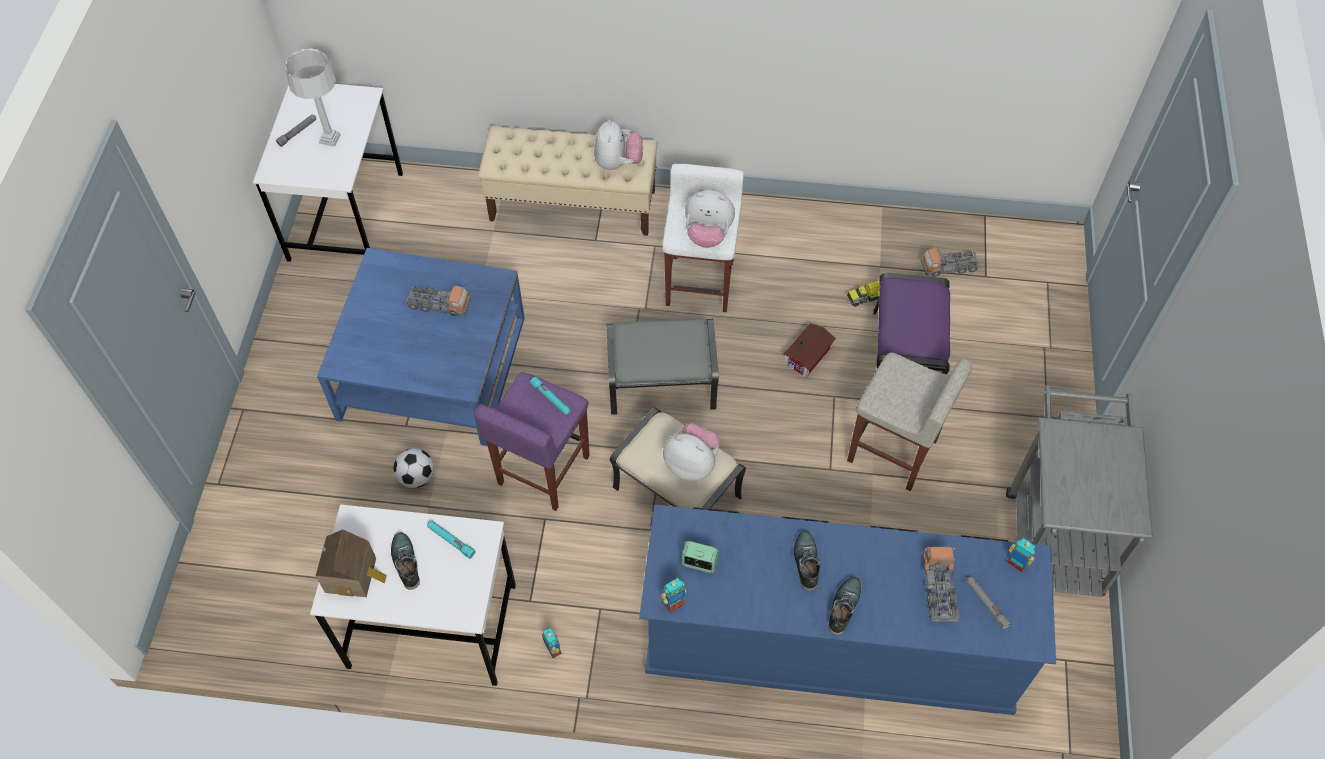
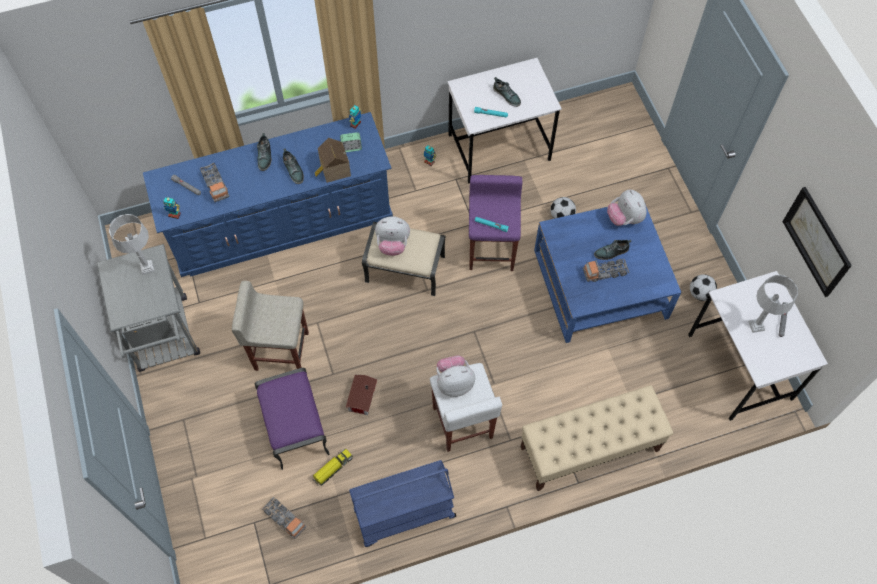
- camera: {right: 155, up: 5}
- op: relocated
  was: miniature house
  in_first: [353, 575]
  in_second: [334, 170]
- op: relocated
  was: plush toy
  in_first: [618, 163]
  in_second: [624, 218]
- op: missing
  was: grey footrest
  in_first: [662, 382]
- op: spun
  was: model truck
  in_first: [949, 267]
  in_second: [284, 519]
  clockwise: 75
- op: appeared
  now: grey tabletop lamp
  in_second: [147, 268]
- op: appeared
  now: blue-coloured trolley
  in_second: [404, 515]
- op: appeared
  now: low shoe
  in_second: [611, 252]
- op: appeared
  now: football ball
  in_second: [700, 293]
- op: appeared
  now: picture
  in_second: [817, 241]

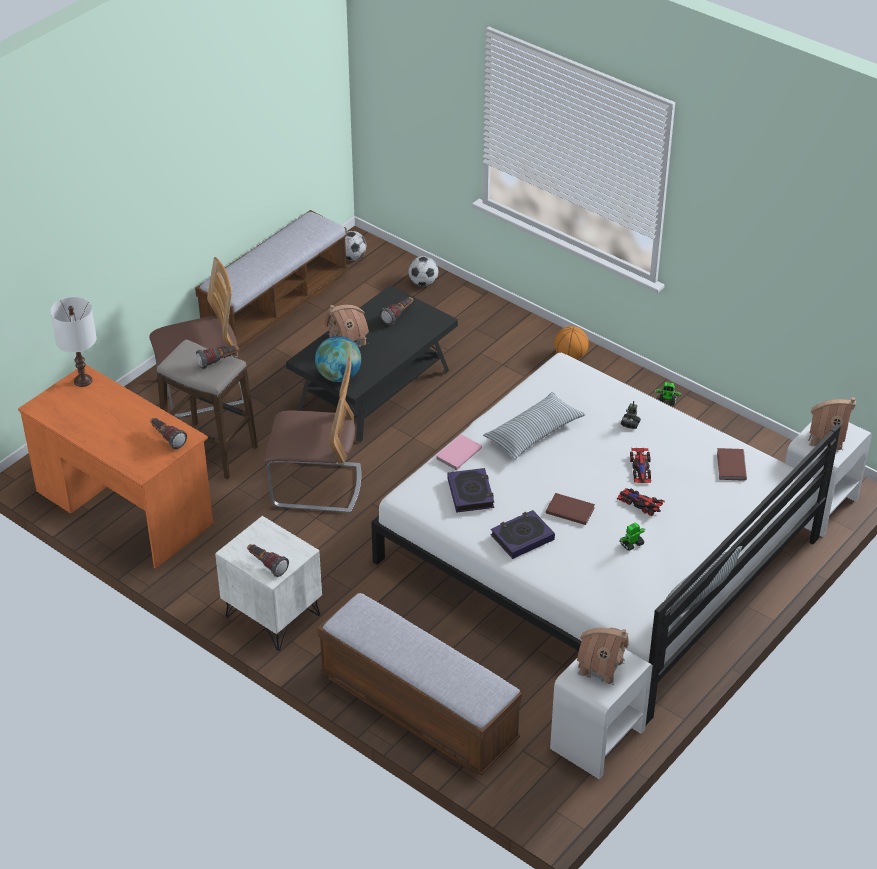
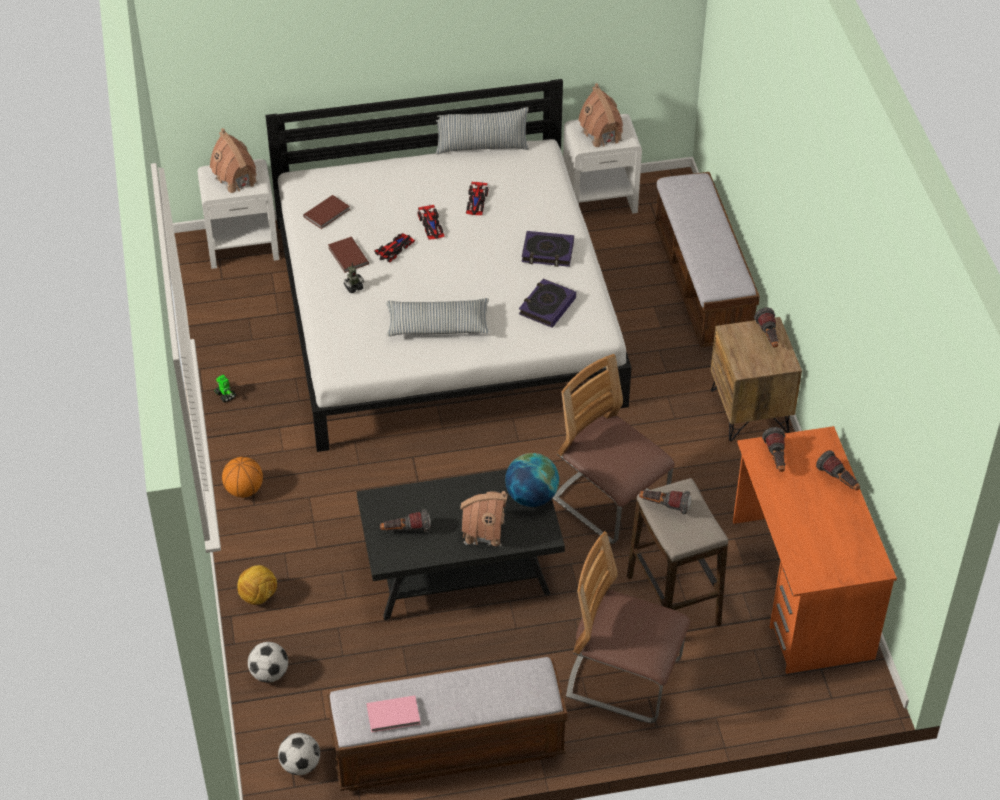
- camera: {right: -140, up: 5}
- op: missing
  was: white-coloured tabletop lamp
  in_first: [83, 380]
- op: colour
  was: white-coloured night table
  now: brown night table
  in_first: [272, 616]
  in_second: [750, 411]
- op: relocated
  was: pinkish volume
  in_first: [457, 453]
  in_second: [394, 716]
- op: relocated
  was: brown volume
  in_first: [570, 510]
  in_second: [347, 256]
- op: exchanged
  was: robot figure
  now: miniature car
  in_first: [631, 544]
  in_second: [476, 201]
- op: appeared
  now: football ball
  in_second: [259, 596]
- op: appeared
  now: hand torch
  in_second: [838, 480]

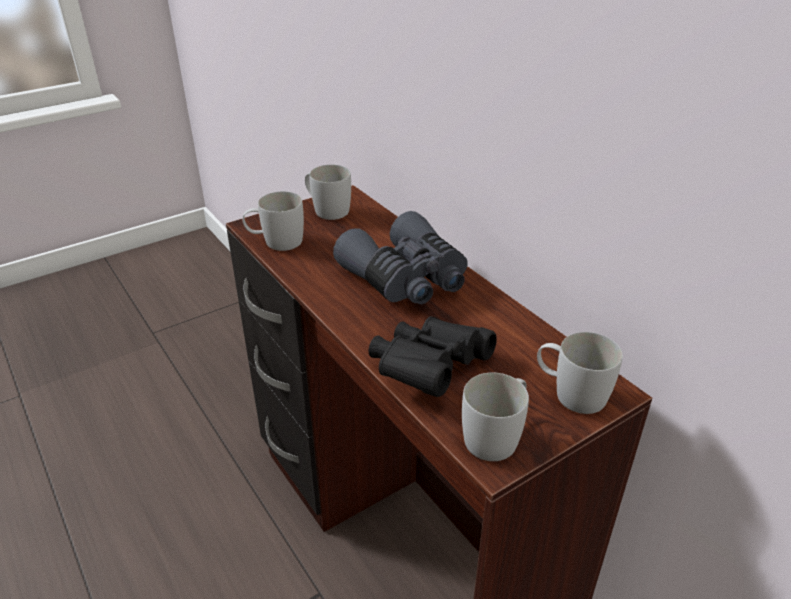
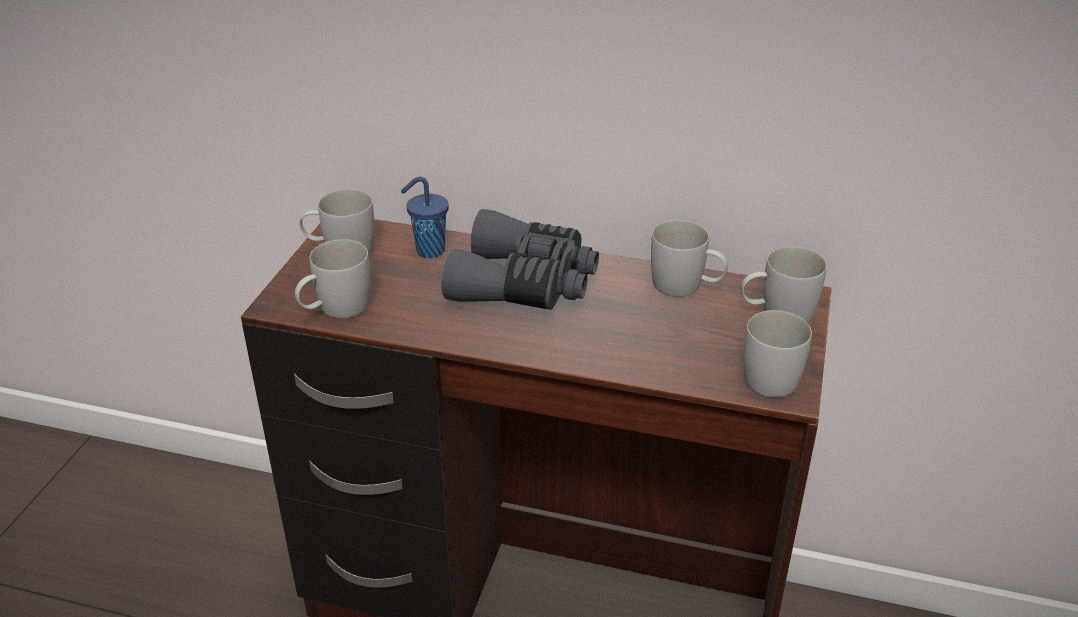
- camera: {right: -40, up: 0}
- op: missing
  was: black-coloured pair of binoculars
  in_first: [428, 370]
- op: appeared
  now: blue-coloured cup
  in_second: [428, 251]
- op: appeared
  now: white-coloured mug
  in_second: [686, 287]

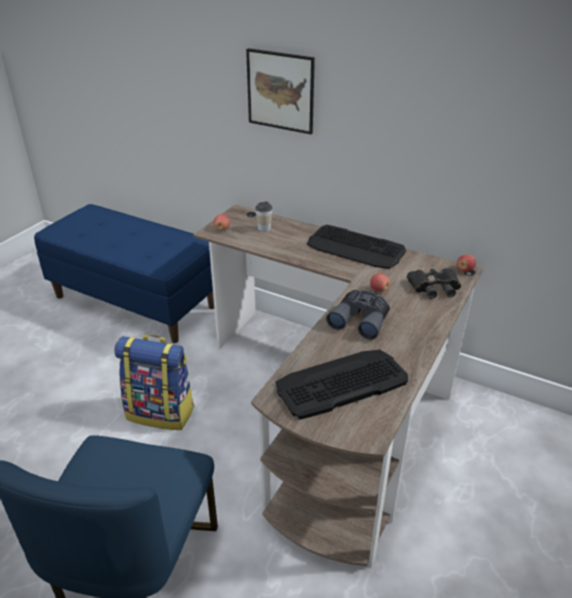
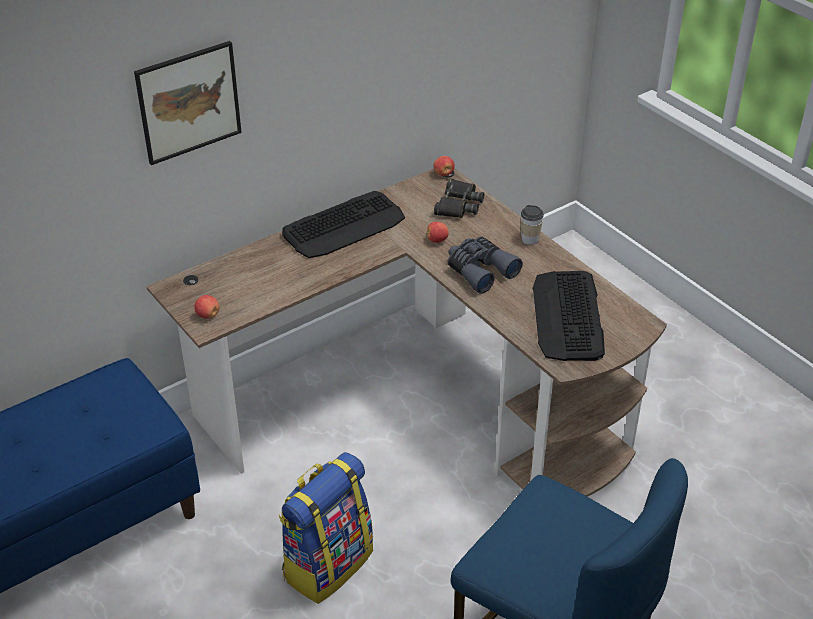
- camera: {right: -65, up: 5}
- op: relocated
  was: cup
  in_first: [264, 228]
  in_second: [530, 239]

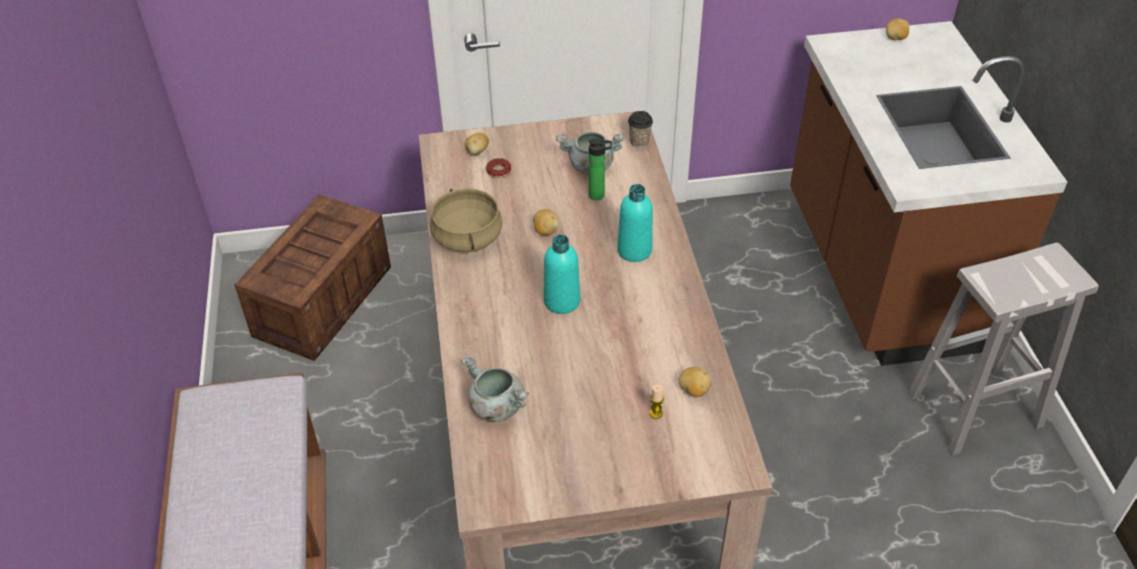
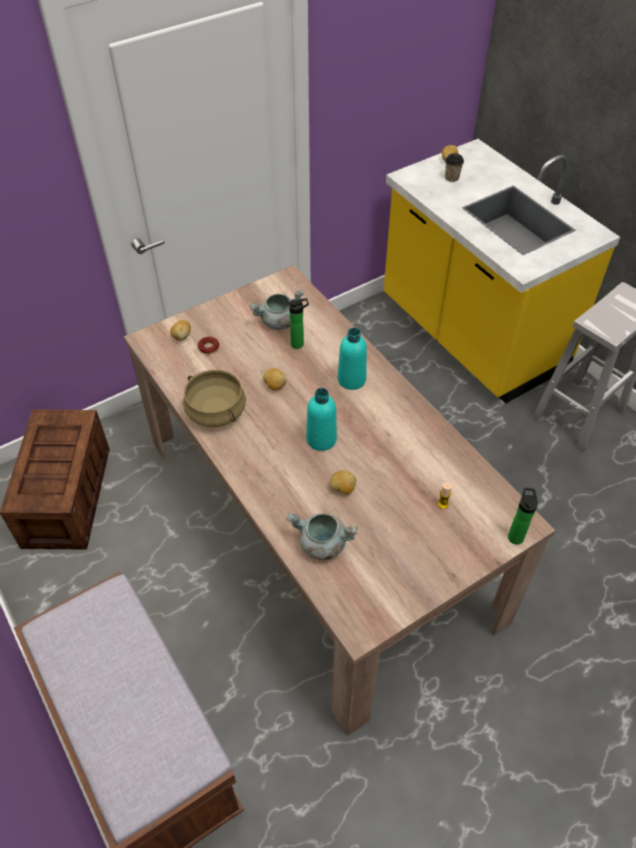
- camera: {right: -25, up: 5}
- op: relocated
  was: cup
  in_first: [639, 142]
  in_second: [452, 178]
- op: relocated
  was: spud
  in_first: [693, 390]
  in_second: [343, 488]
- op: colour
  was: brown counter
  now: yellow counter
  in_first: [880, 273]
  in_second: [470, 336]
- op: appeared
  now: beverage bottle
  in_second: [515, 535]

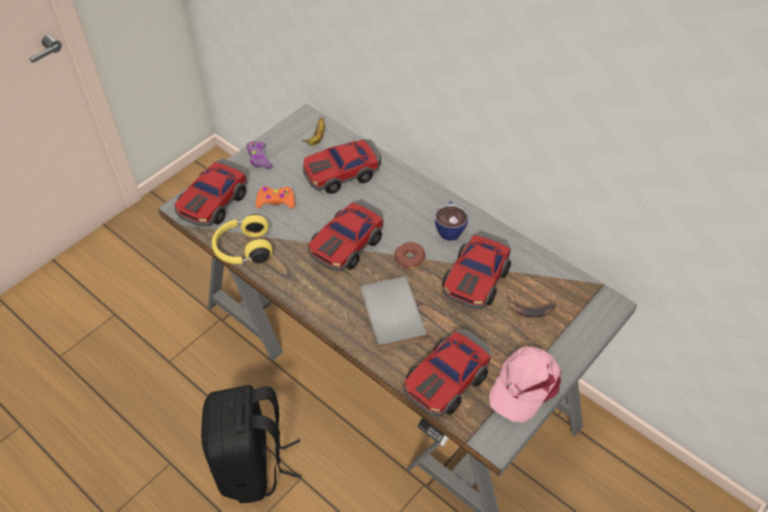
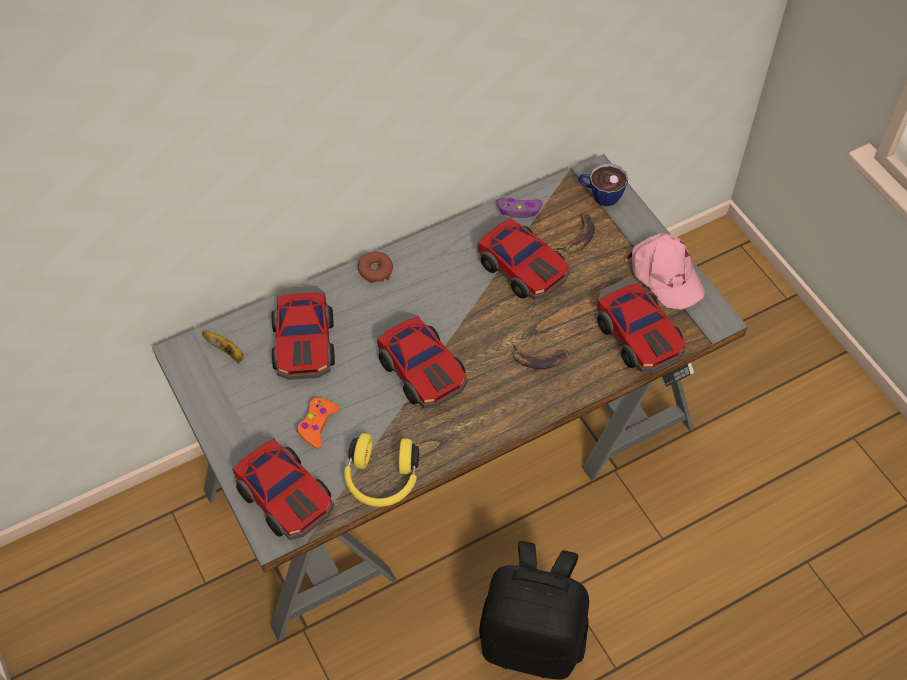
- camera: {right: -70, up: 5}
- op: relocated
  was: purple-coloured game controller
  in_first: [259, 158]
  in_second: [519, 210]
- op: exchanged
  was: grey volume
  now: banana fruit
  in_first: [390, 315]
  in_second: [539, 359]
- op: relocated
  was: doughnut
  in_first: [409, 259]
  in_second: [375, 271]
- op: relocated
  was: cup
  in_first: [449, 228]
  in_second: [600, 195]

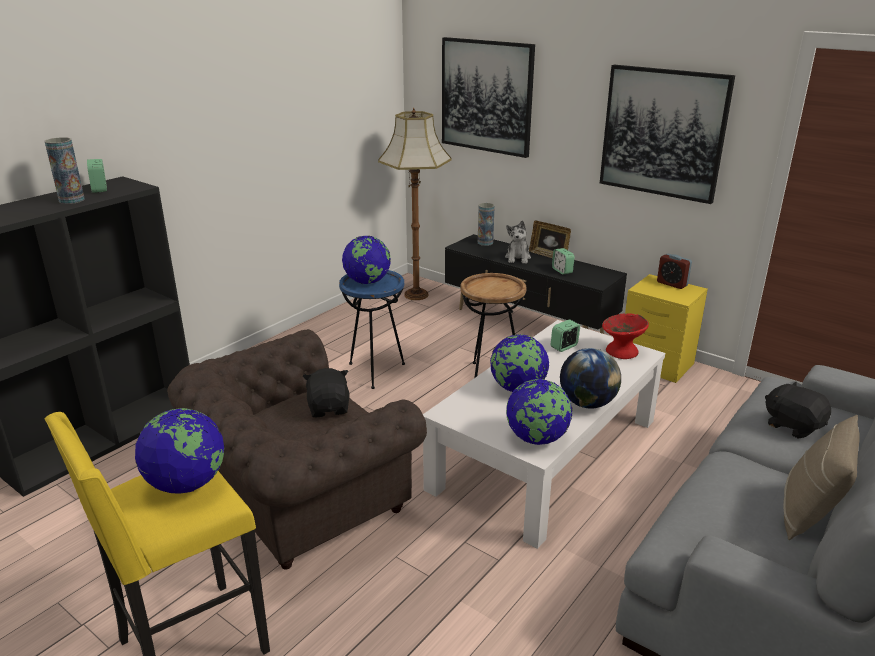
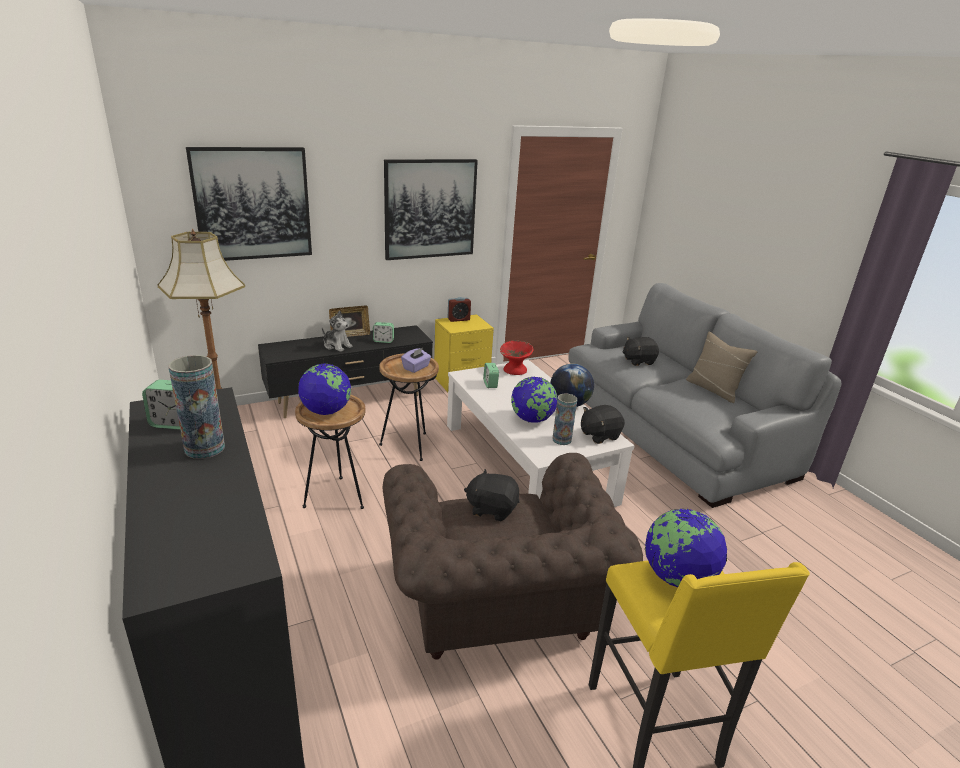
- camera: {right: -65, up: 0}
- op: colour
  was: blue-coloured accent table
  now: brown accent table
  in_first: [375, 371]
  in_second: [336, 497]
- op: relocated
  was: flower vase
  in_first: [485, 243]
  in_second: [561, 440]
- op: exchanged
  was: globe
  now: black-coloured plush toy
  in_first: [537, 439]
  in_second: [599, 435]
- op: appeared
  now: purple-coloured box of tissues
  in_second: [416, 367]

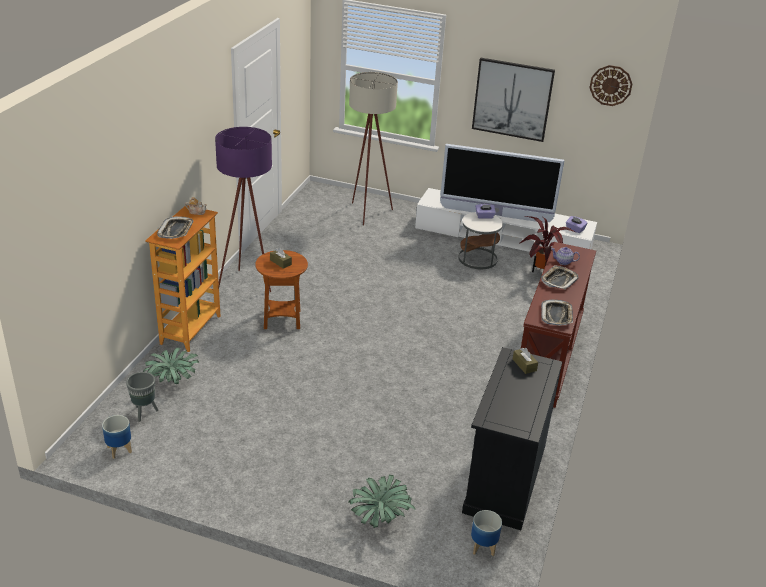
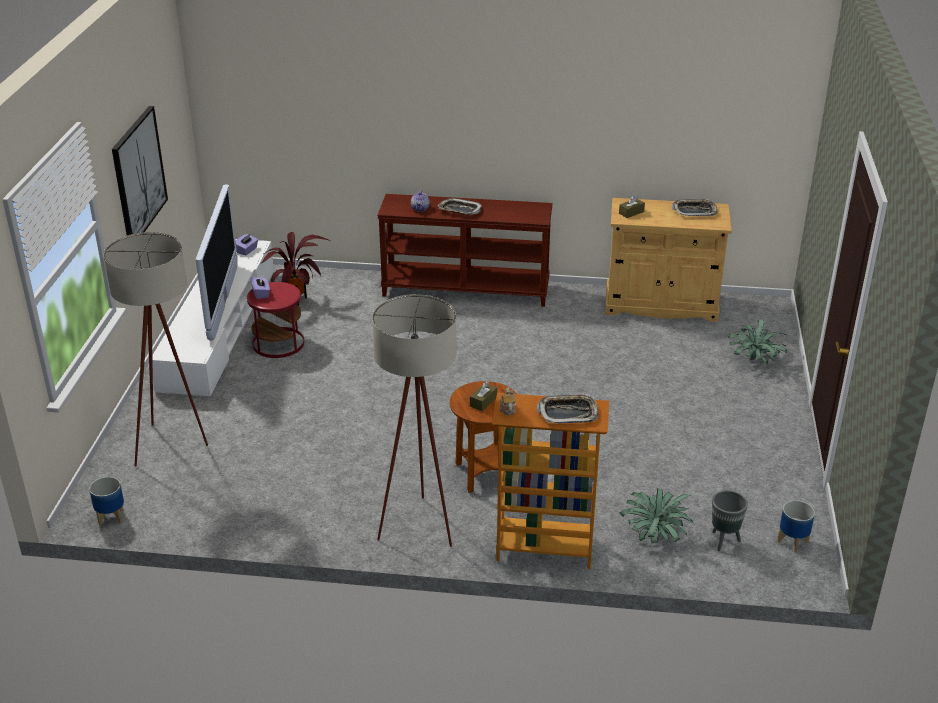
- camera: {right: -100, up: 0}
- op: colour
  was: purple-coloured standard lamp
  now: beige standard lamp
  in_first: [248, 287]
  in_second: [419, 521]
- op: colour
  was: white-coloured accent table
  now: reddish accent table
  in_first: [478, 259]
  in_second: [278, 343]
- op: colour
  was: black-coloured cabinet
  now: beige cabinet
  in_first: [504, 478]
  in_second: [661, 304]
- op: relocated
  was: plant pot
  in_first: [483, 546]
  in_second: [111, 517]
- op: relocated
  was: carrying tray
  in_first: [556, 315]
  in_second: [694, 211]
- op: missing
  was: clock on the wall
  in_first: [610, 85]

